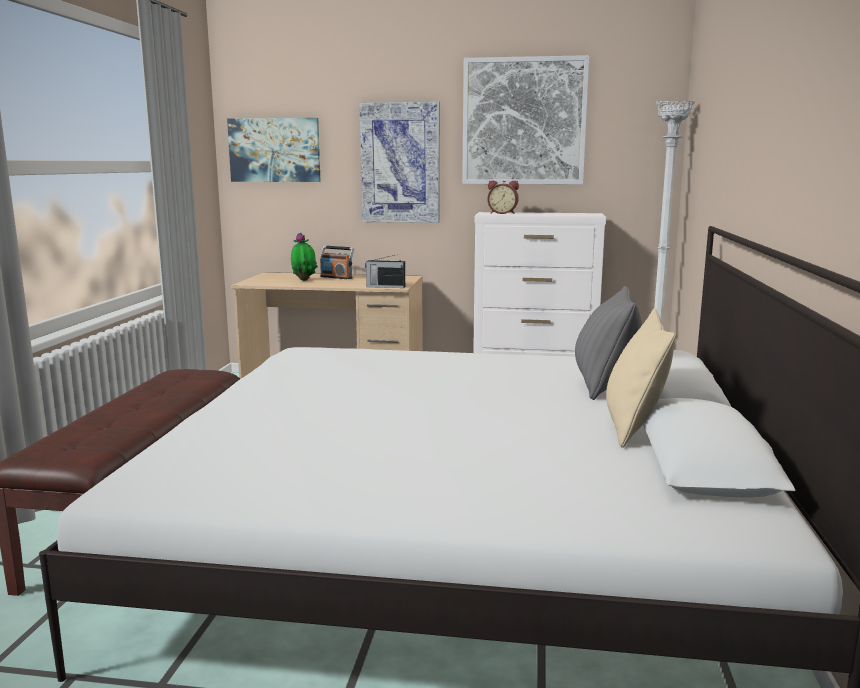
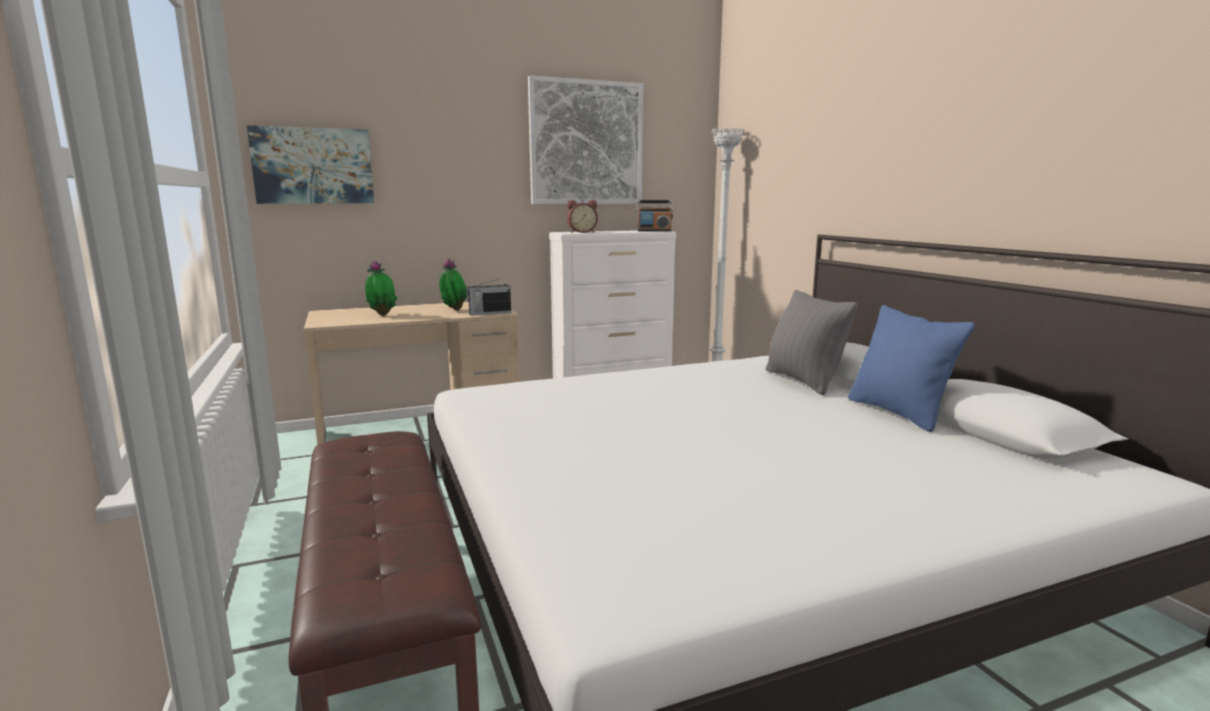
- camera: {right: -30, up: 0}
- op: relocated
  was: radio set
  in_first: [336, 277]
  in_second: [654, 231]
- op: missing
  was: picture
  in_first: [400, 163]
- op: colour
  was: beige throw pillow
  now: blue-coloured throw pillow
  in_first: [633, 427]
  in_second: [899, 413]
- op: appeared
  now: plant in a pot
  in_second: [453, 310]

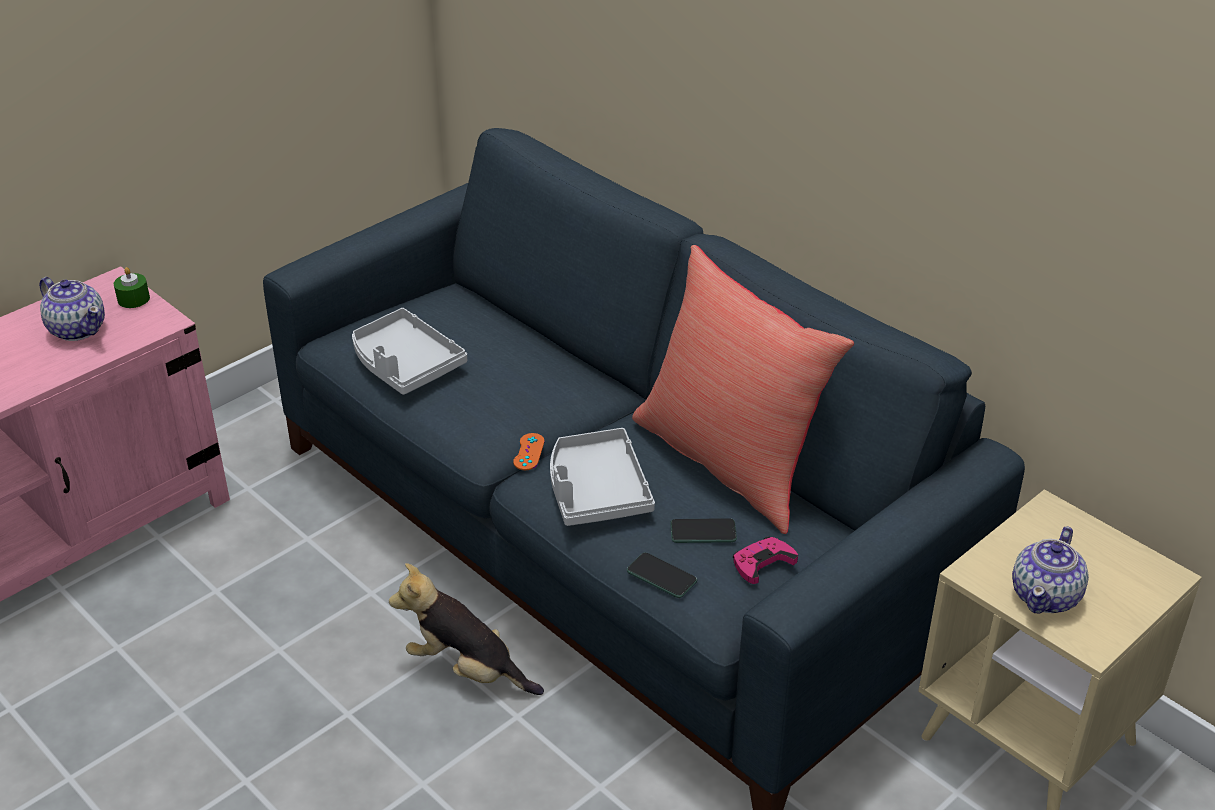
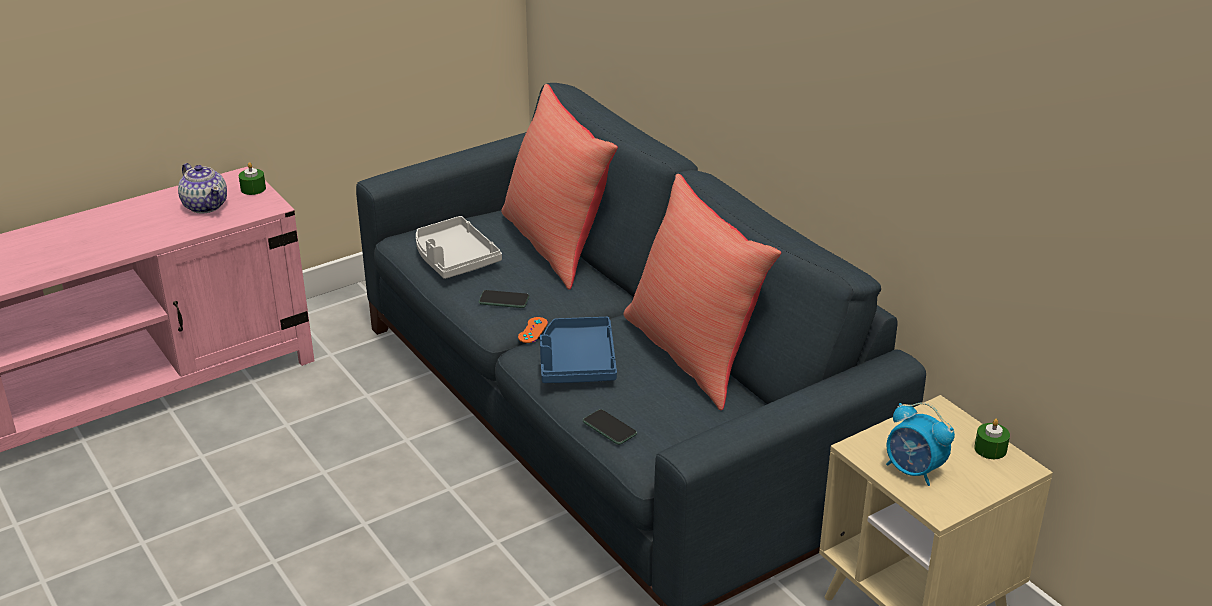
- camera: {right: 10, up: -5}
- op: missing
  was: plush toy
  in_first: [467, 669]
- op: colour
  was: grey carrying tray
  now: blue-coloured carrying tray
  in_first: [596, 491]
  in_second: [577, 362]
- op: relocated
  was: phone
  in_first: [703, 532]
  in_second: [504, 300]
- op: missing
  was: pinkish game controller
  in_first: [762, 563]
- op: exchanged
  was: teapot
  now: alarm clock
  in_first: [1046, 596]
  in_second: [914, 471]
- op: appeared
  now: reddish throw pillow
  in_second: [556, 245]
- op: appeared
  now: green candle
  in_second: [990, 449]

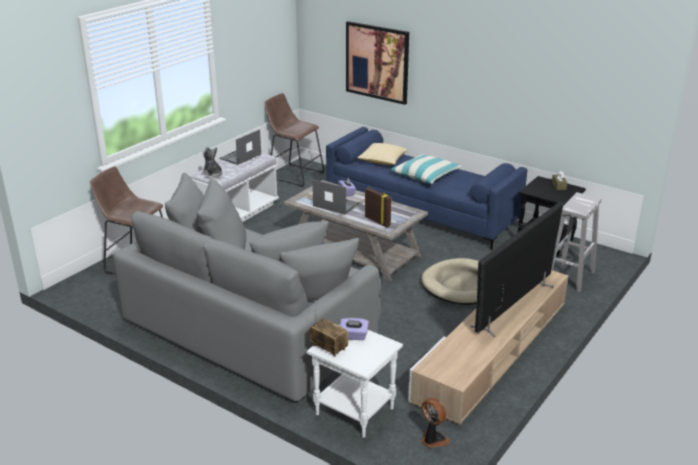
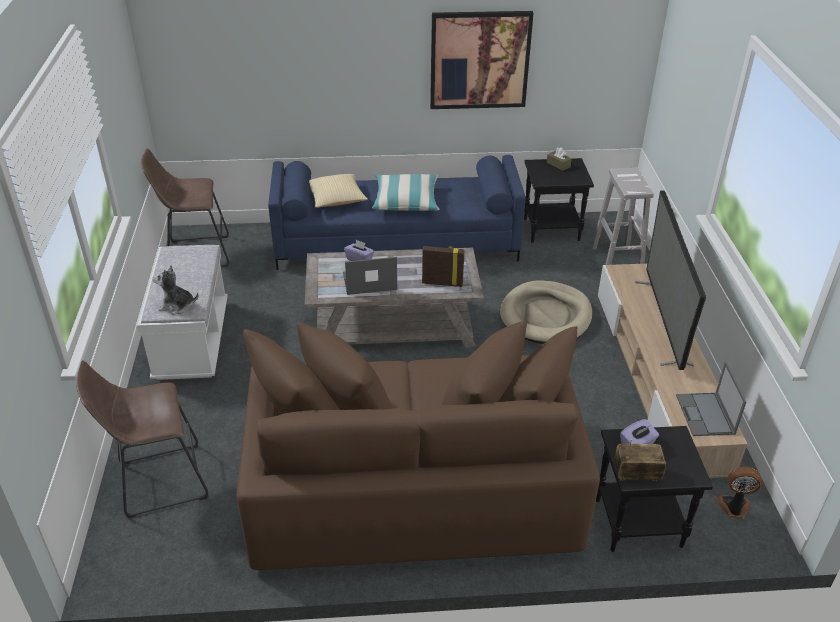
- camera: {right: -40, up: 10}
- op: colour
  was: grey settee
  now: brown settee
  in_first: [253, 325]
  in_second: [412, 483]
- op: relocated
  was: notebook computer
  in_first: [240, 156]
  in_second: [705, 415]
- op: colour
  was: white-coloured accent table
  now: black-coloured accent table
  in_first: [353, 412]
  in_second: [637, 524]
- op: relocated
  was: picture
  in_first: [377, 62]
  in_second: [479, 60]

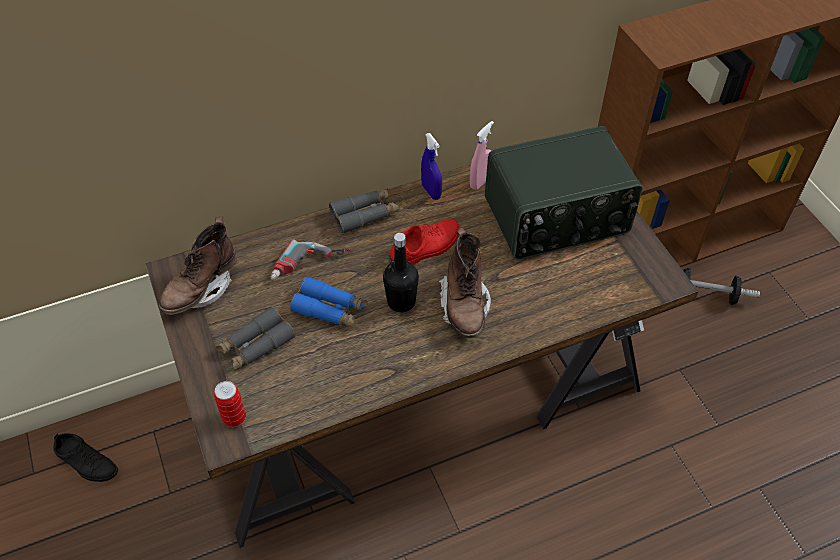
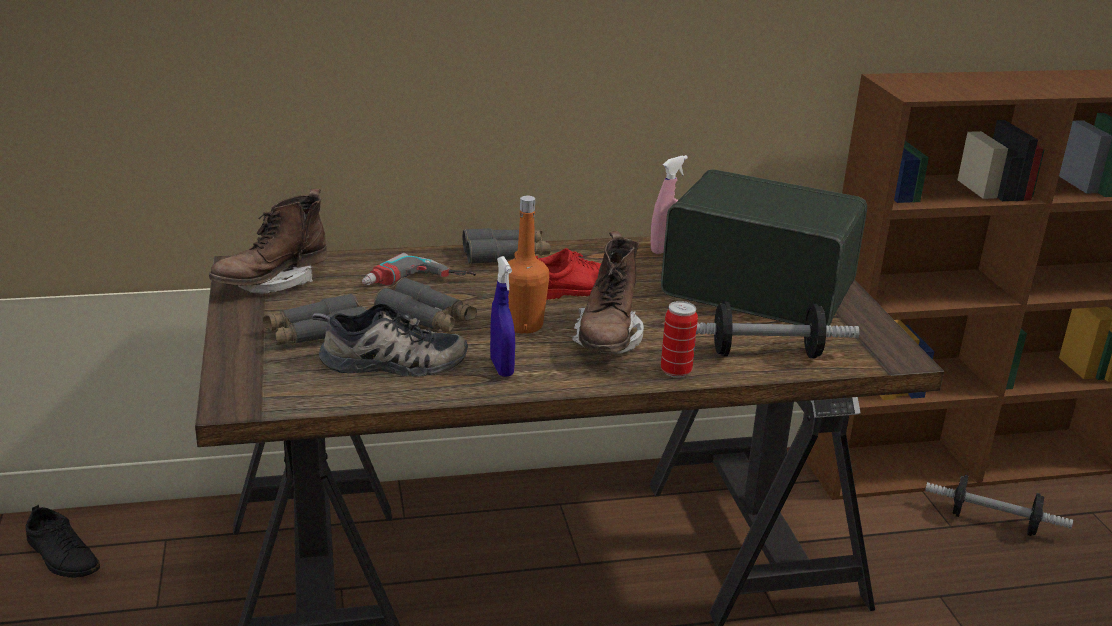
- camera: {right: 10, up: -25}
- op: relocated
  was: sealed can
  in_first: [234, 418]
  in_second: [676, 371]
- op: colour
  was: blue-coloured pair of binoculars
  now: grey pair of binoculars
  in_first: [330, 309]
  in_second: [426, 319]
- op: colour
  was: black-coloured beverage bottle
  now: orange-coloured beverage bottle
  in_first: [401, 301]
  in_second: [523, 325]
- op: relocated
  was: blue-coloured sprayer
  in_first: [431, 191]
  in_second: [501, 368]
- op: spun
  was: radio set
  in_first: [557, 218]
  in_second: [759, 288]
  clockwise: -150
- op: appeared
  now: low shoe
  in_second: [391, 363]
- op: appeared
  now: dumbbell
  in_second: [765, 354]

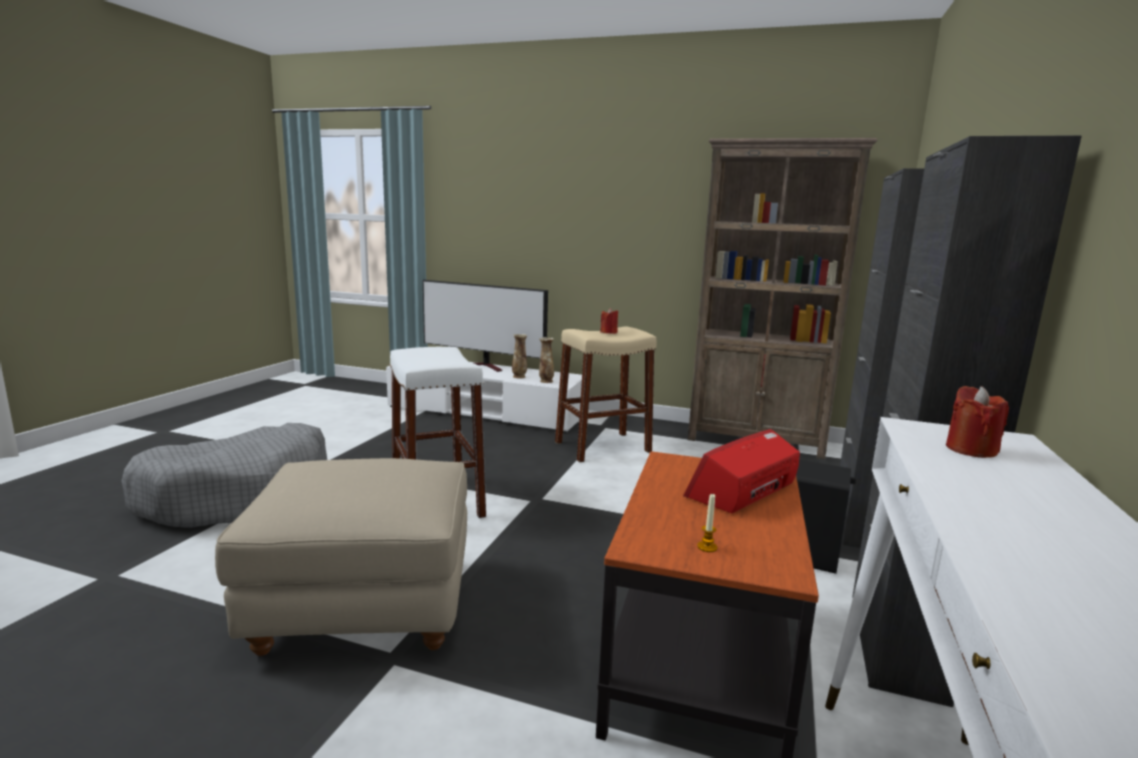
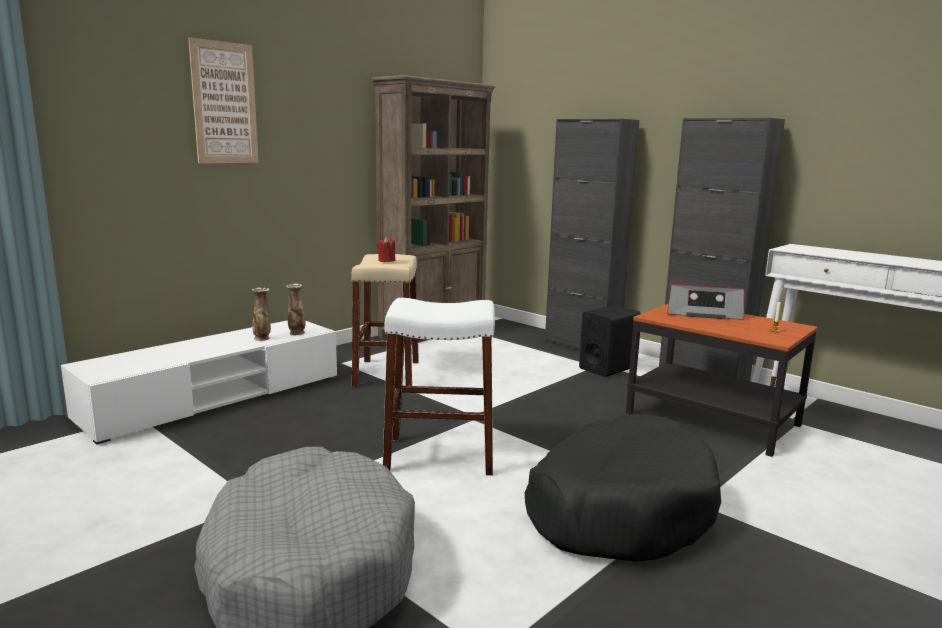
- camera: {right: -65, up: 0}
- op: exchanged
  was: beige footrest
  now: black-coloured pet bed
  in_first: [363, 606]
  in_second: [619, 508]
- op: missing
  was: TV
  in_first: [484, 366]
- op: spun
  was: radio set
  in_first: [742, 490]
  in_second: [703, 313]
  clockwise: -60
- op: missing
  was: reddish candle
  in_first: [971, 449]
- op: appeared
  now: picture
  in_second: [224, 103]

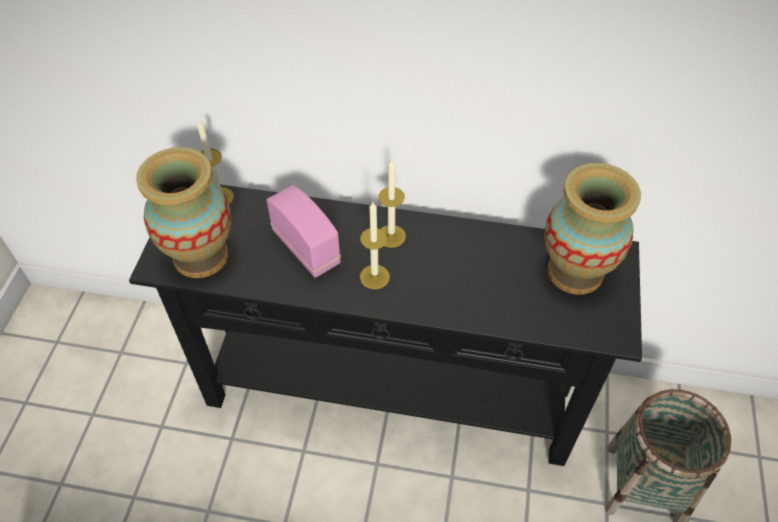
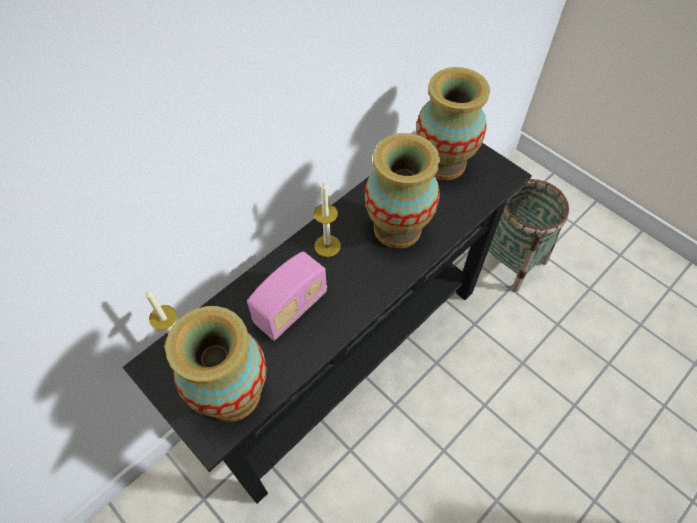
- camera: {right: -55, up: 5}
- op: spun
  was: radio set
  in_first: [306, 248]
  in_second: [291, 308]
  clockwise: 135
- op: missing
  was: candle
  in_first: [374, 277]
- op: appeared
  now: flower vase
  in_second: [397, 228]

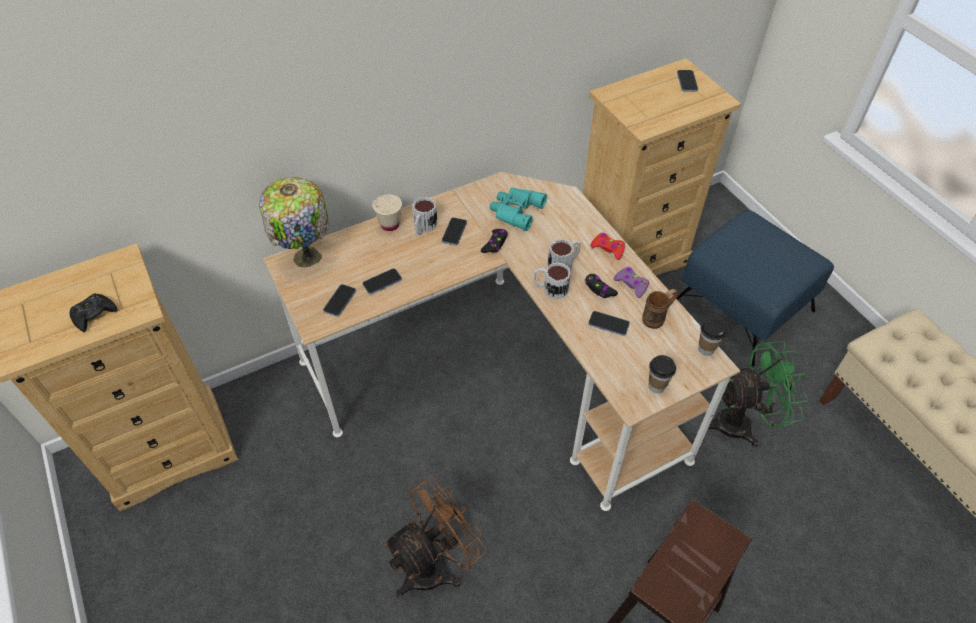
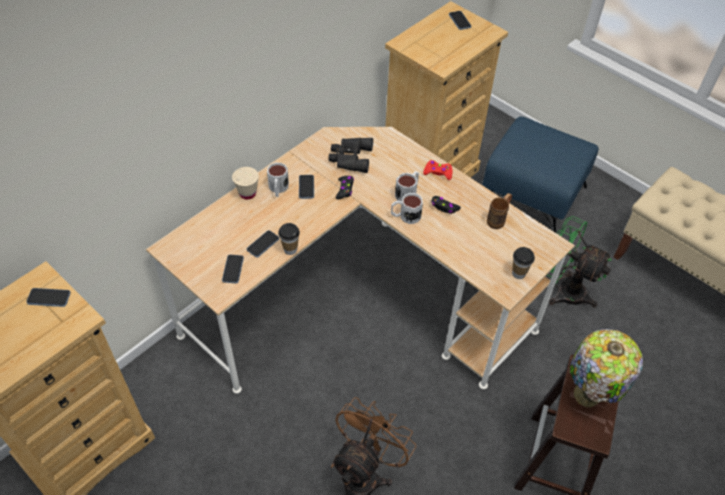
- camera: {right: -20, up: 0}
- op: missing
  was: black-coloured game controller
  in_first: [94, 315]
- op: relocated
  was: tabletop lamp
  in_first: [306, 259]
  in_second: [587, 397]
- op: colour
  was: turquoise-coloured pair of binoculars
  now: black-coloured pair of binoculars
  in_first: [515, 211]
  in_second: [350, 158]
- op: relocated
  was: phone
  in_first: [608, 324]
  in_second: [49, 298]
- op: missing
  was: purple-coloured game controller
  in_first: [631, 284]
- op: relocated
  was: cup
  in_first: [706, 349]
  in_second: [290, 249]
- op: spun
  was: green fan
  in_first: [741, 423]
  in_second: [563, 290]
  clockwise: -120

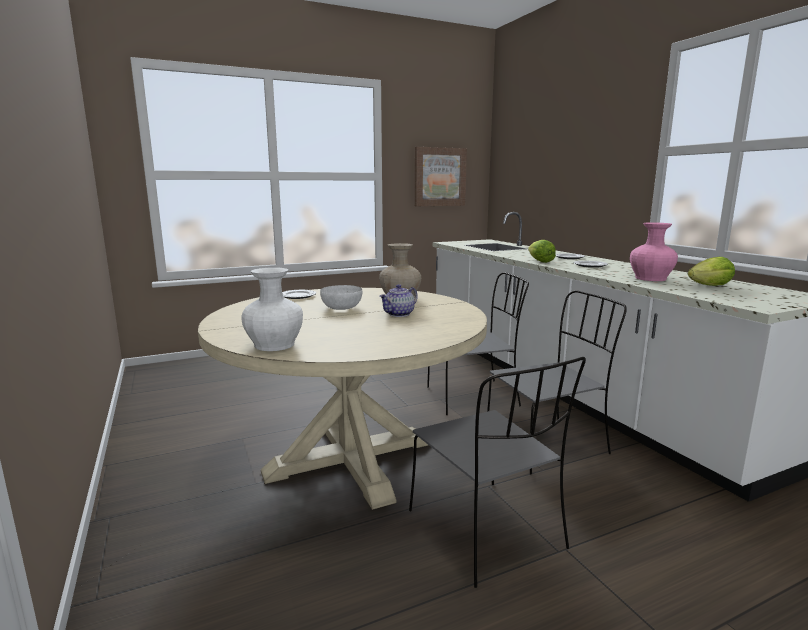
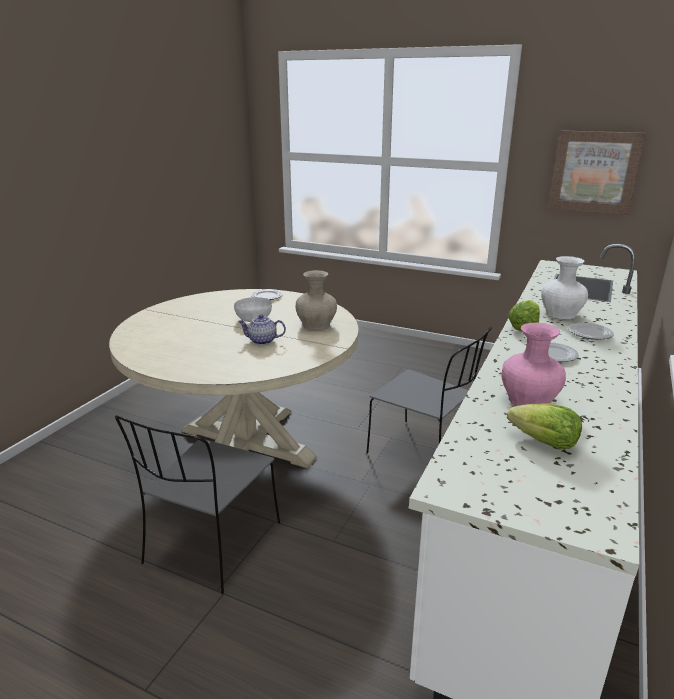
- camera: {right: 50, up: 10}
- op: relocated
  was: white-coloured flower vase
  in_first: [275, 344]
  in_second: [561, 314]
- op: missing
  was: grey plain chair
  in_first: [548, 443]

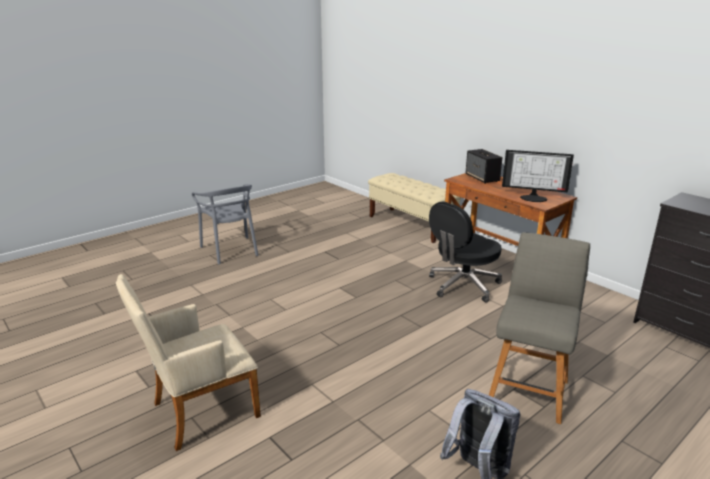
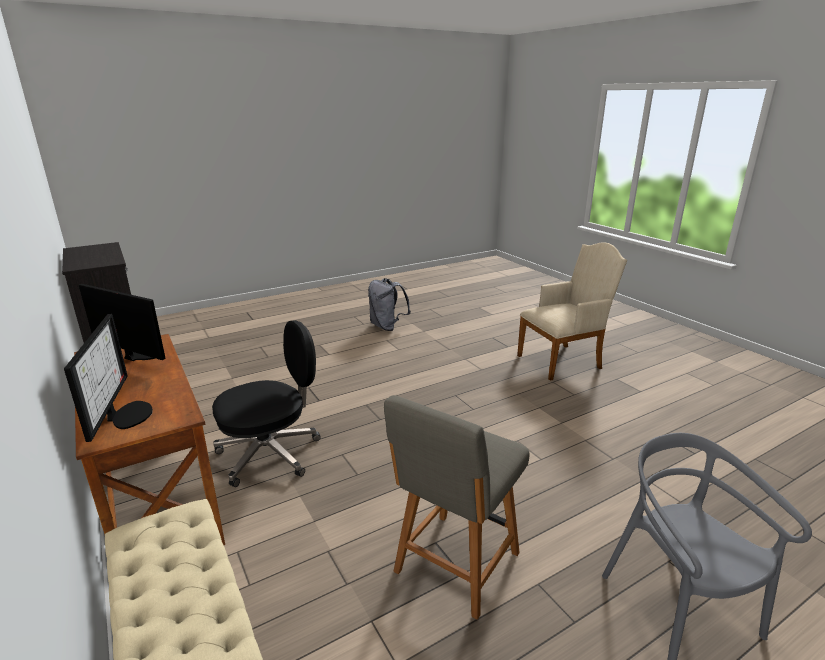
- camera: {right: -170, up: 0}
- op: exchanged
  was: loudspeaker
  now: computer screen
  in_first: [482, 178]
  in_second: [126, 415]
- op: relocated
  was: grey plain chair
  in_first: [528, 390]
  in_second: [455, 565]

